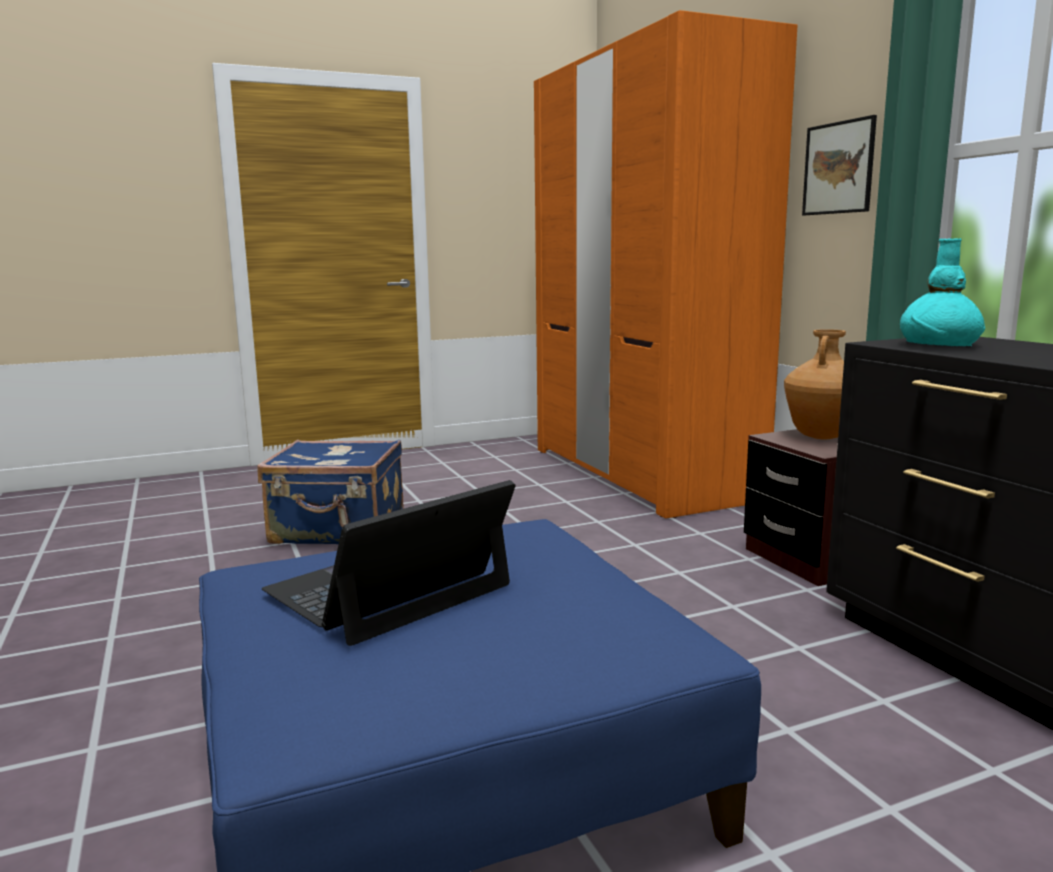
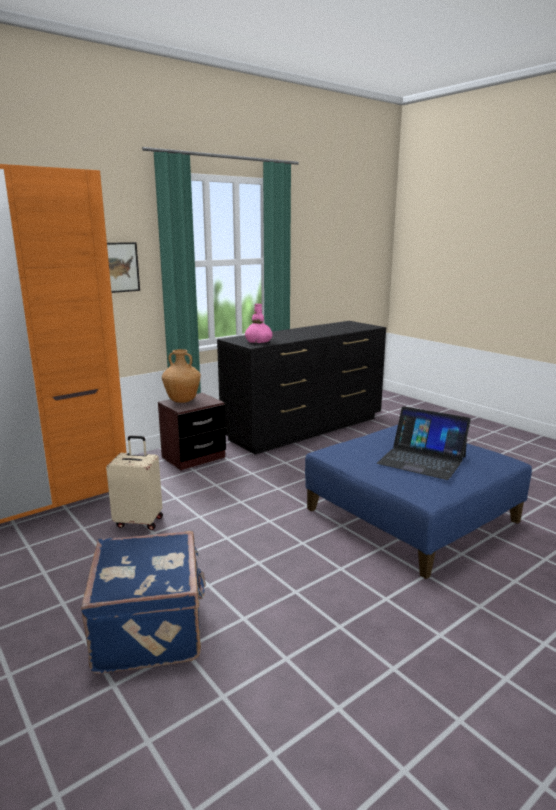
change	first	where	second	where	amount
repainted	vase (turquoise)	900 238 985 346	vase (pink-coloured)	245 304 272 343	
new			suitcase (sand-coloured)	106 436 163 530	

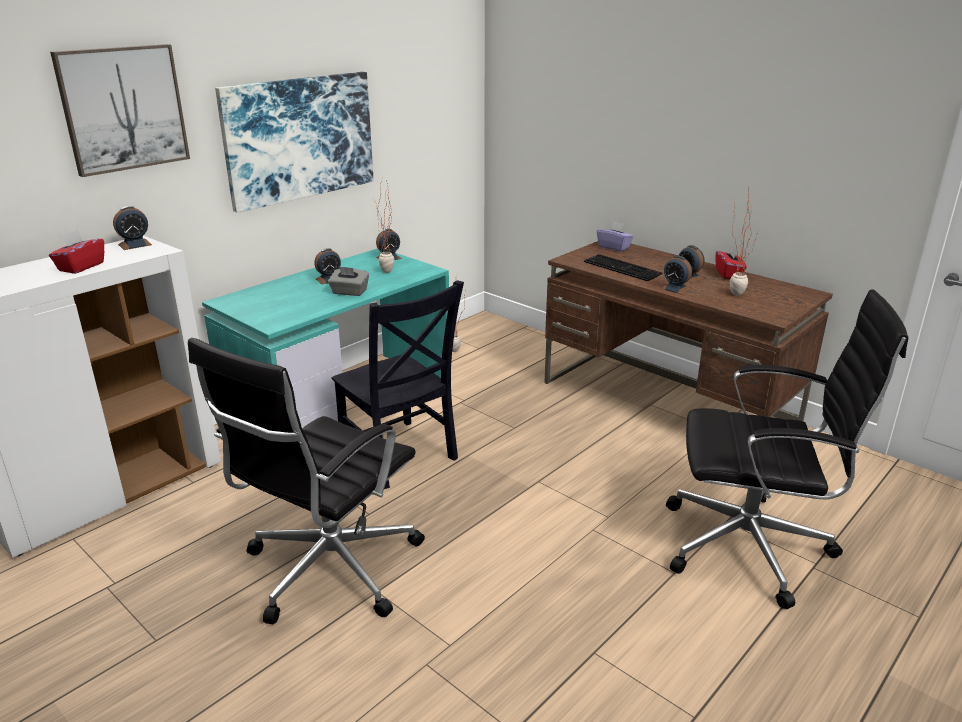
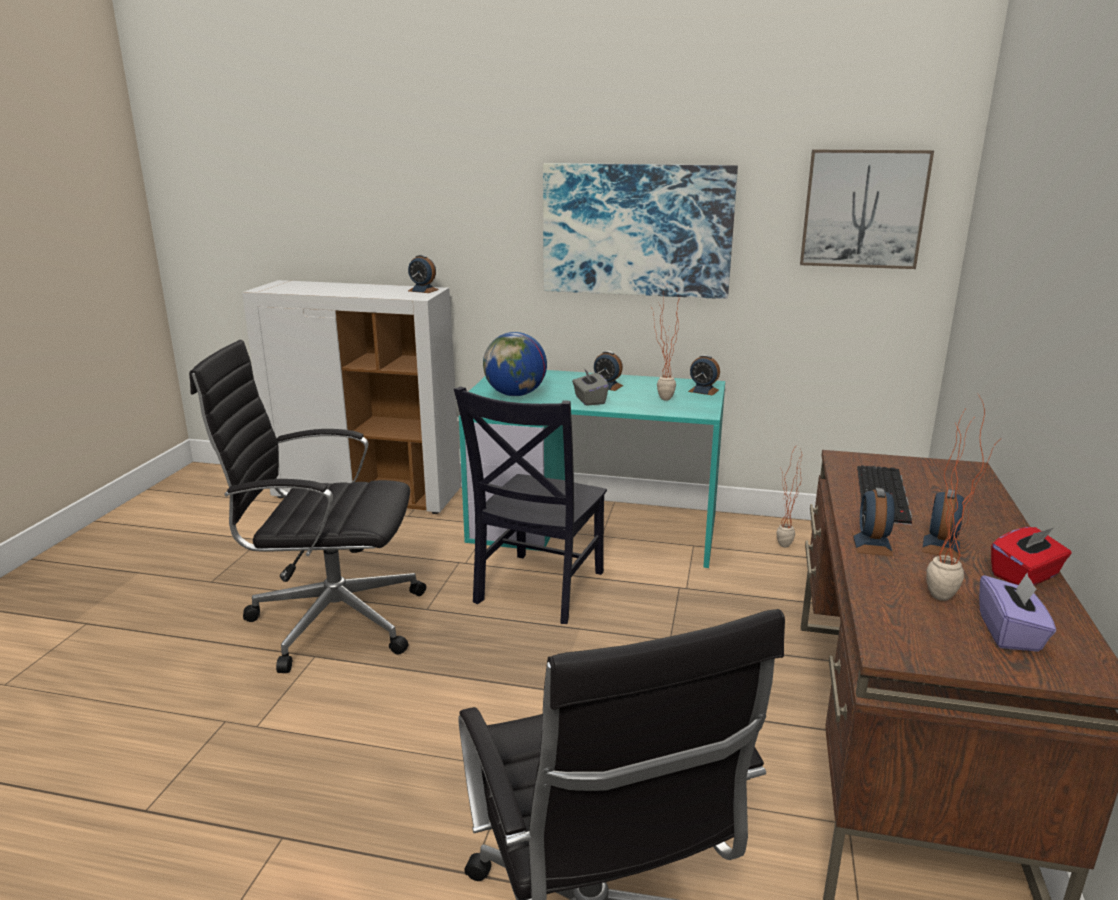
change	first	where	second	where	amount
gone	box of tissues (reddish)	49 229 104 274			
shifted	picture	50 44 190 177		800 150 934 269	
shifted	box of tissues (purple-coloured)	597 221 634 251		979 573 1056 652	
new			desk globe	483 332 547 396	

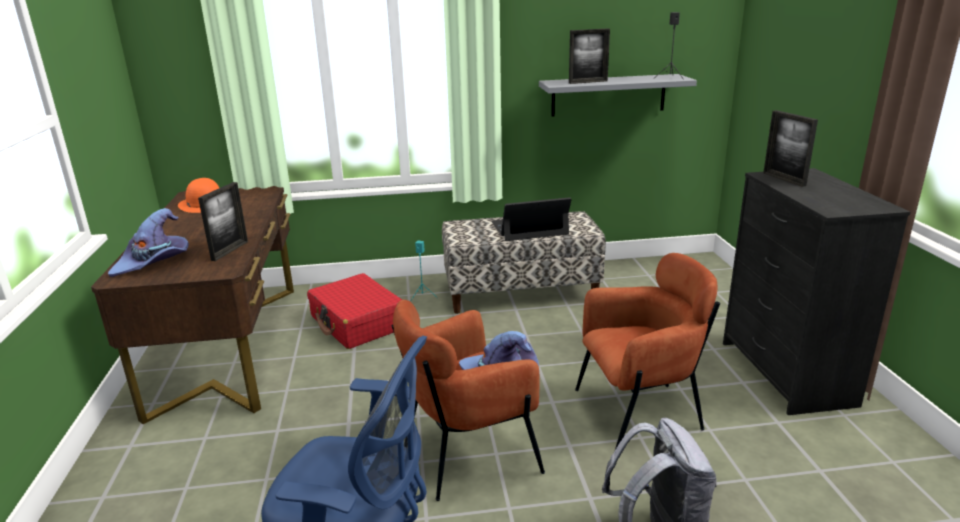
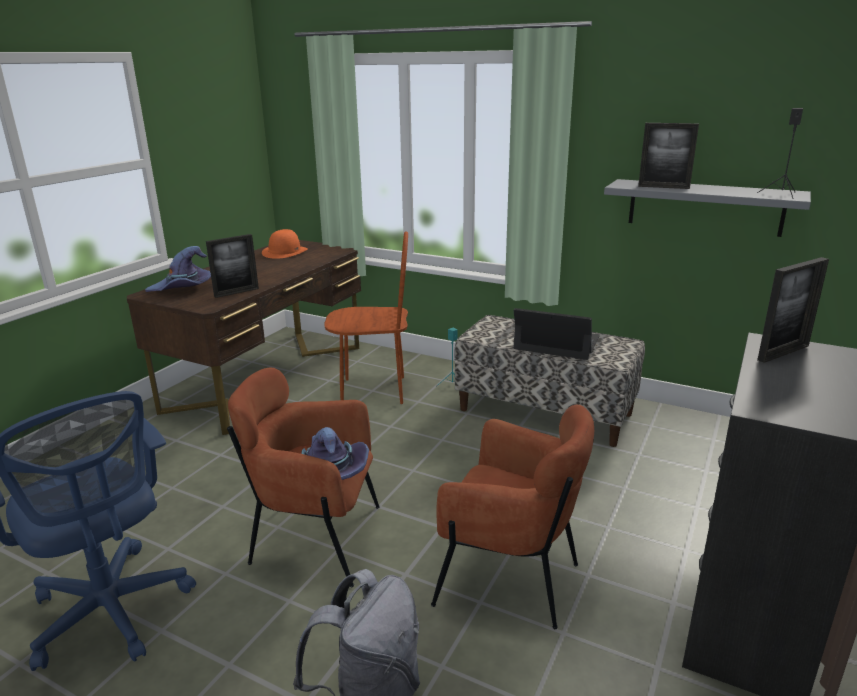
change	first	where	second	where	amount
swapped	suitcase (reddish)	307 273 402 349	upright chair (brown)	324 231 408 404	
rotated	standing frame	763 110 818 187		757 257 829 363	135 degrees counterclockwise

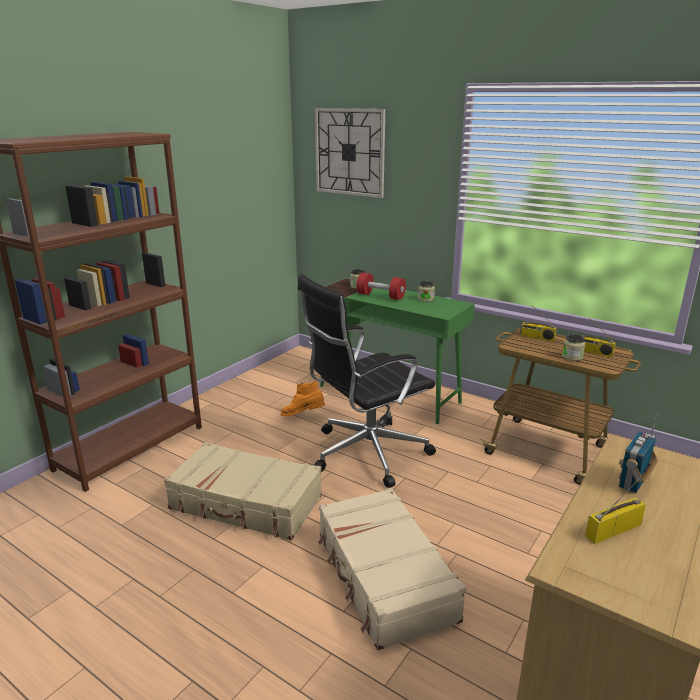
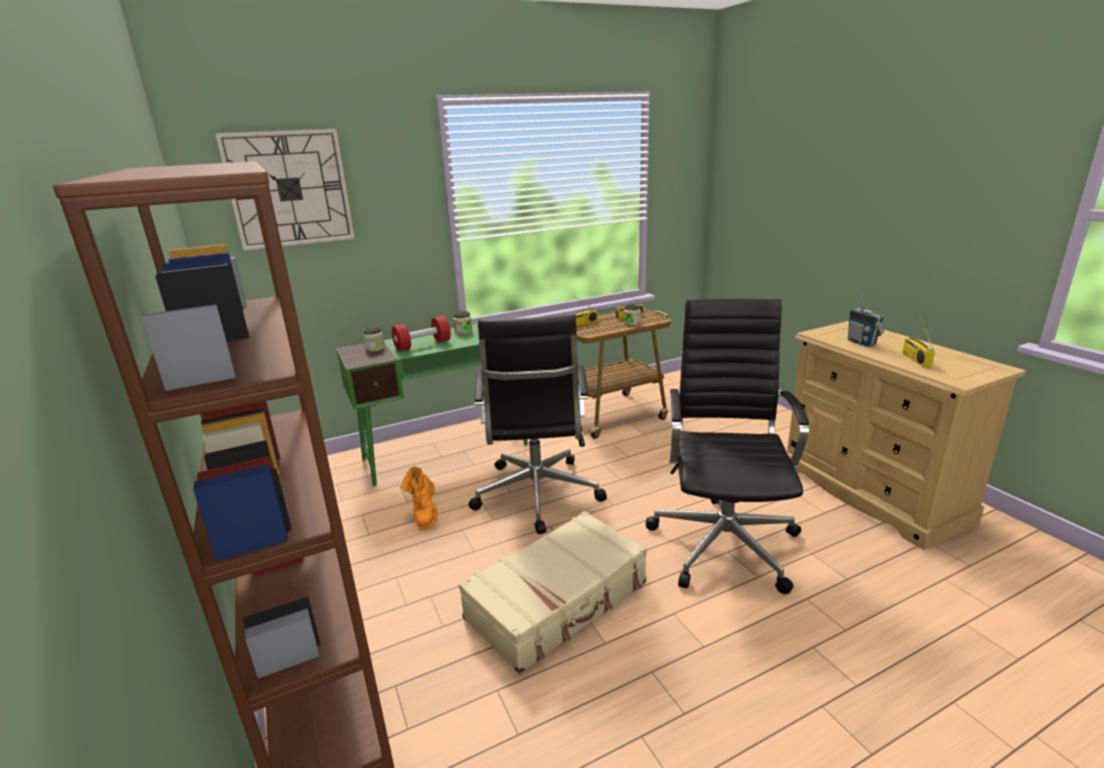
change	first	where	second	where	amount
rotated	tall boot (orange)	281 381 326 416		401 466 437 530	45 degrees counterclockwise
swapped	suitcase (sand-coloured)	318 488 466 650	office chair (black-coloured)	646 299 809 594	

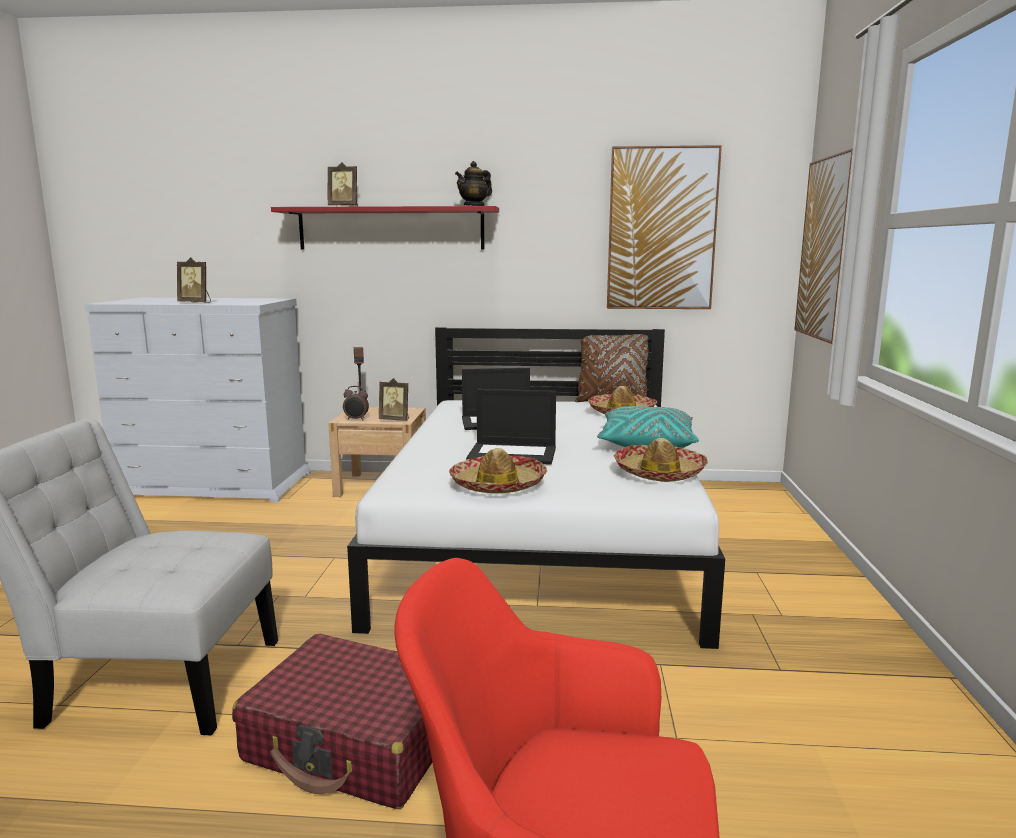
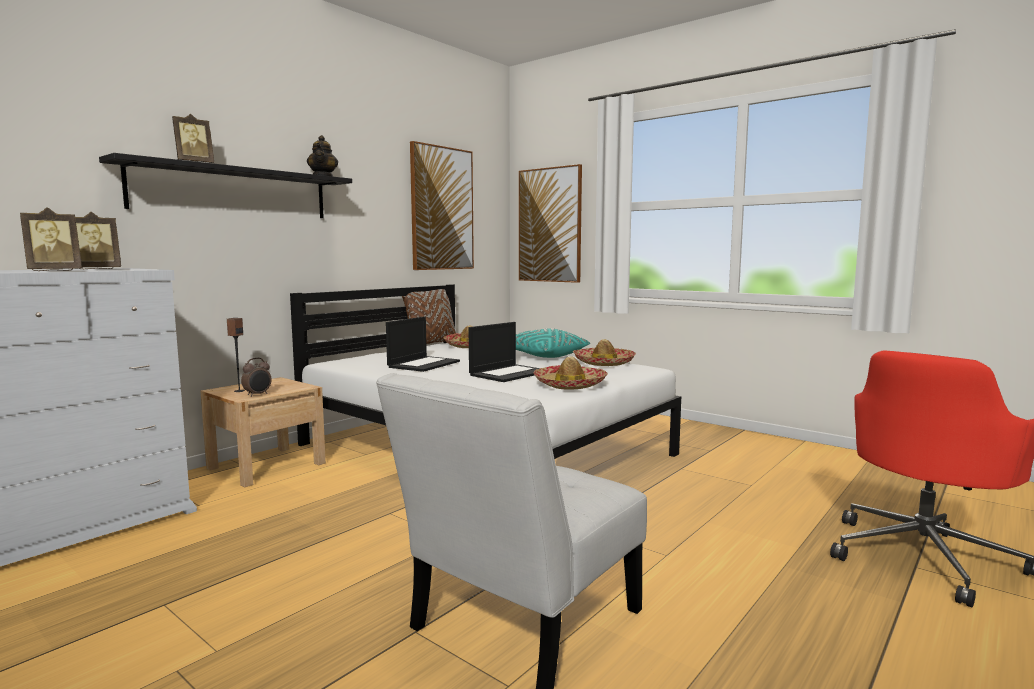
change	first	where	second	where	amount
gone	suitcase (reddish)	232 634 432 809			
repainted	bracket shelf (reddish)	271 206 499 249	bracket shelf (black-coloured)	99 153 352 218	
shifted	standing frame	379 378 409 421		75 212 121 269	

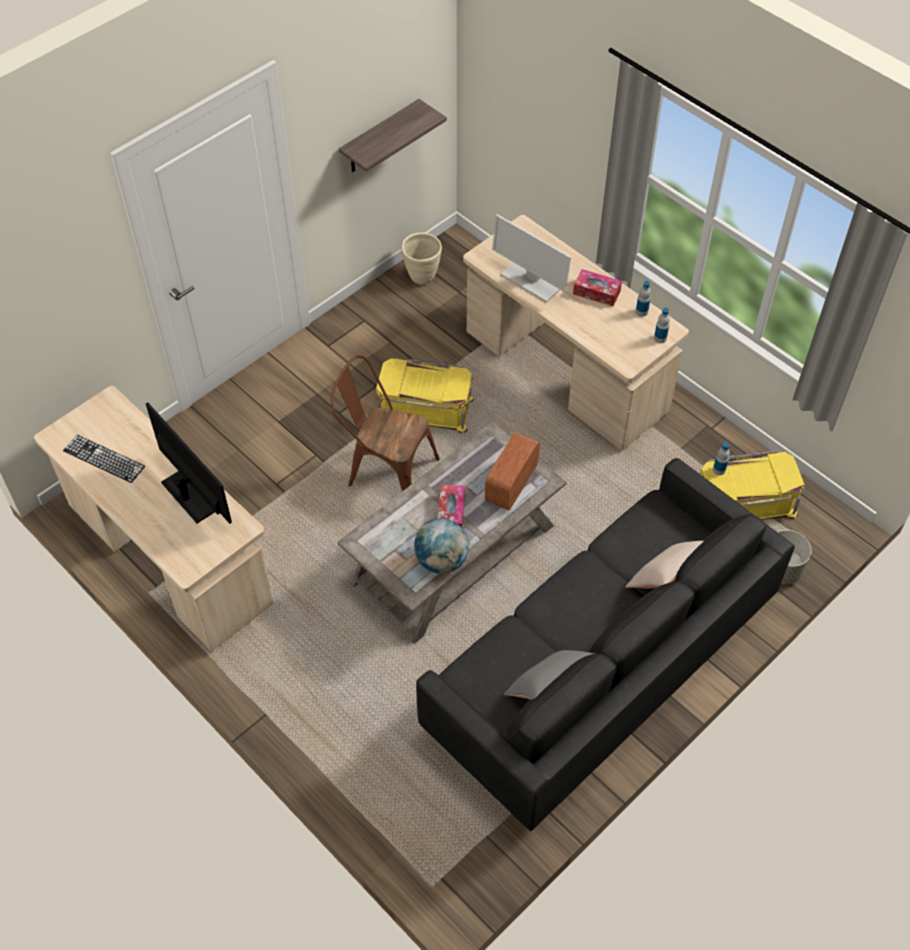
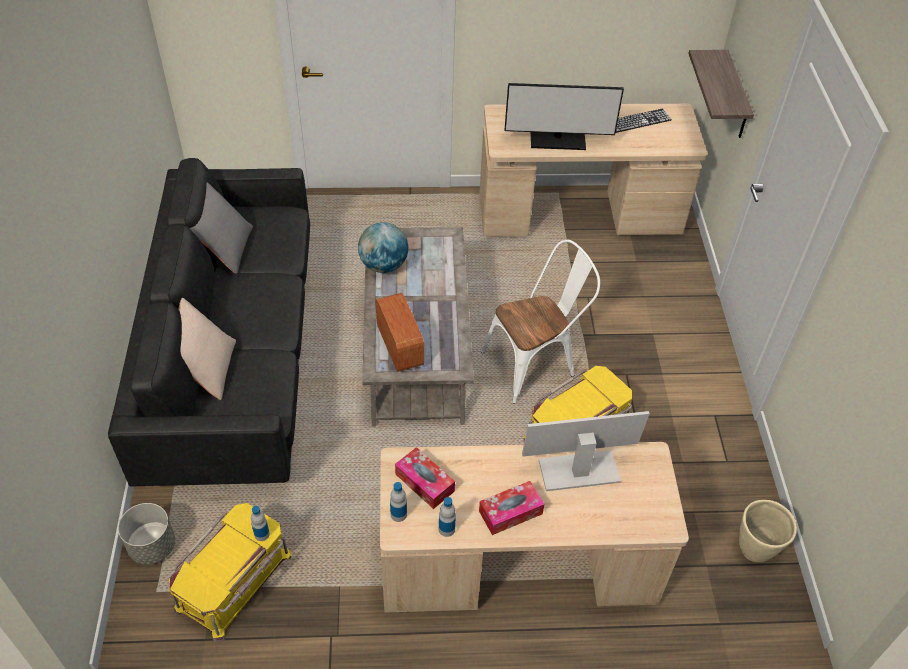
change	first	where	second	where	amount
repainted	upright chair (brown)	331 355 440 491	upright chair (whitish)	481 240 600 404	
shifted	bracket shelf	339 99 447 172		688 50 754 138	
shifted	box of tissues	438 484 465 527		395 447 455 509	

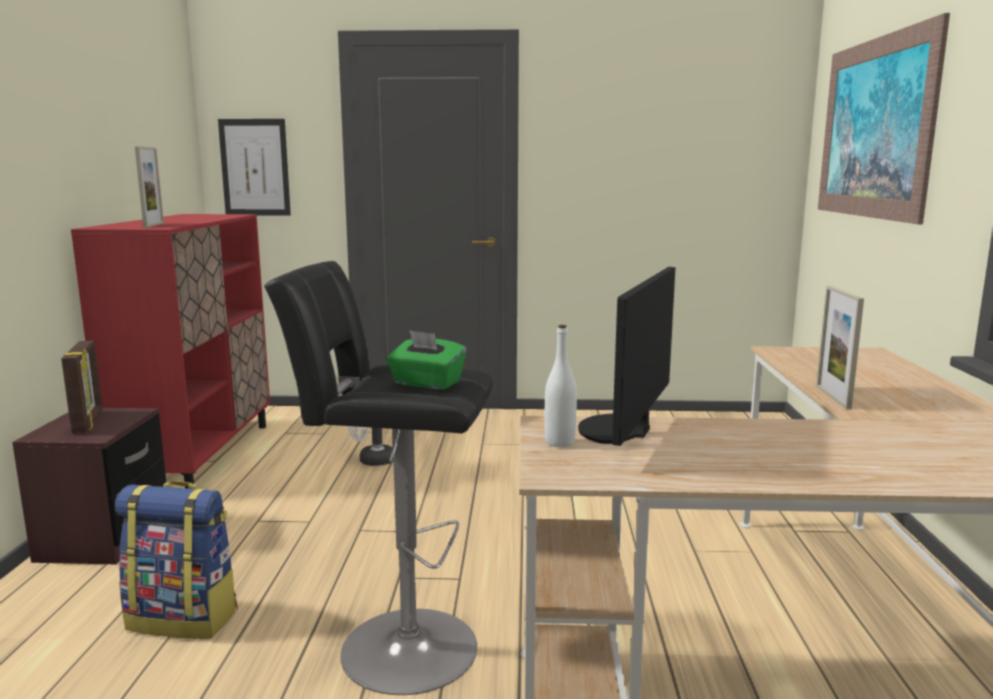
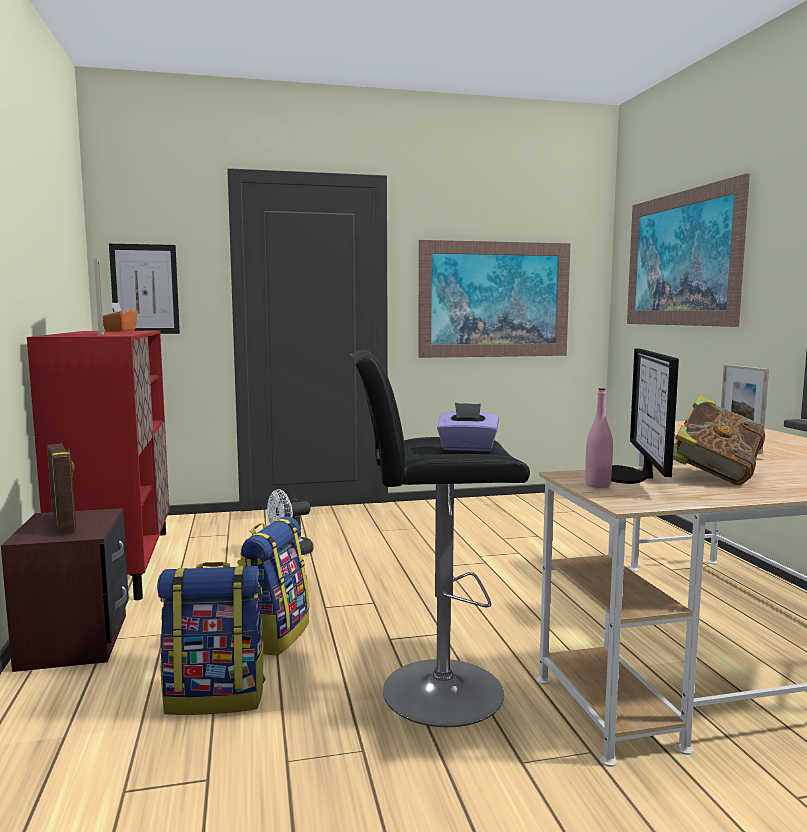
change	first	where	second	where	amount
repainted	box of tissues (green-coloured)	387 330 467 390	box of tissues (purple-coloured)	437 403 499 451	
repainted	beverage bottle (whitish)	545 325 577 447	beverage bottle (pink-coloured)	585 388 613 488	
new			box of tissues (orange)	103 303 137 332	
new			knapsack	237 516 309 656	
new			picture	418 240 570 358	
new			volume	673 395 765 485	

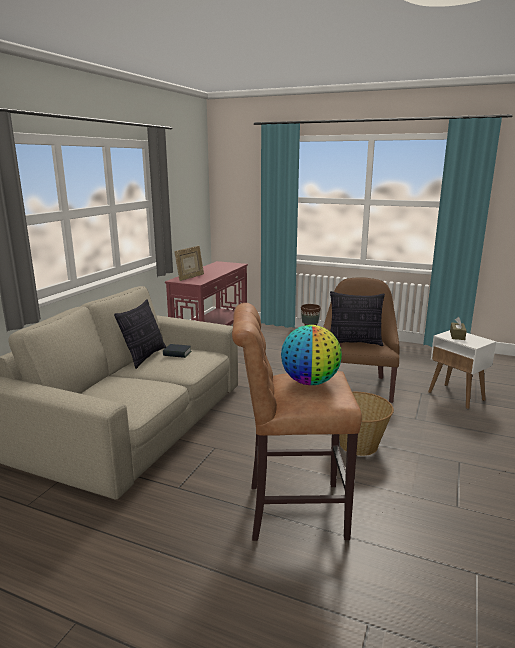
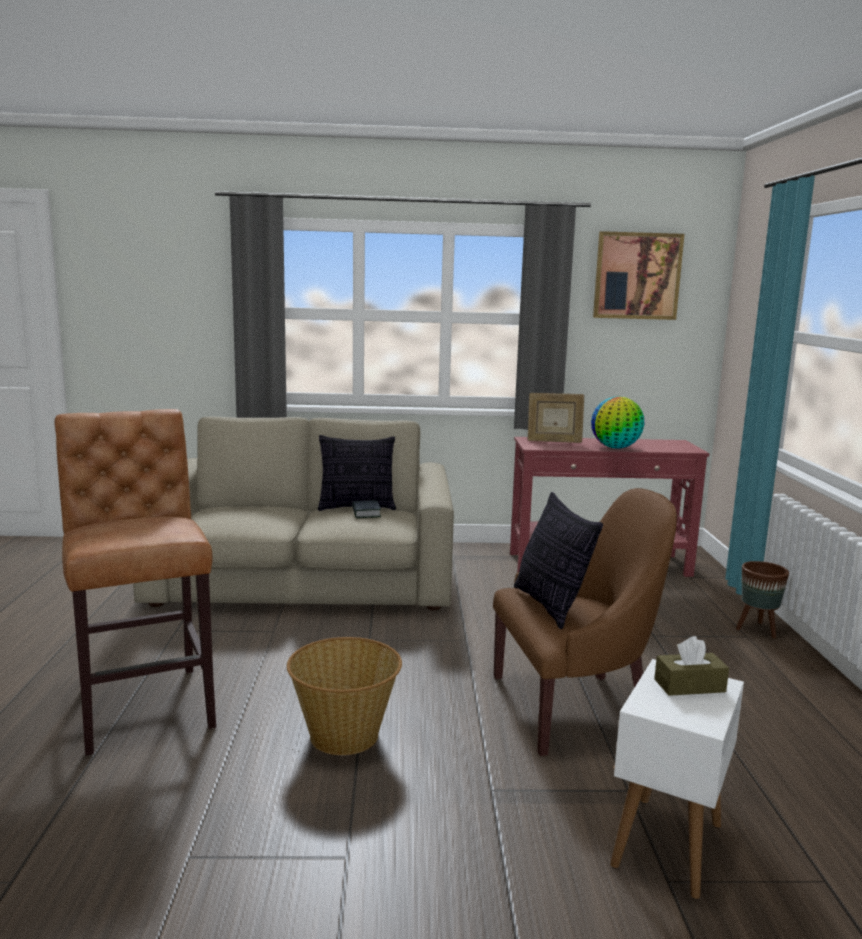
change	first	where	second	where	amount
shifted	desk globe	281 325 342 385		591 397 644 449	
new			picture	593 231 684 320	

